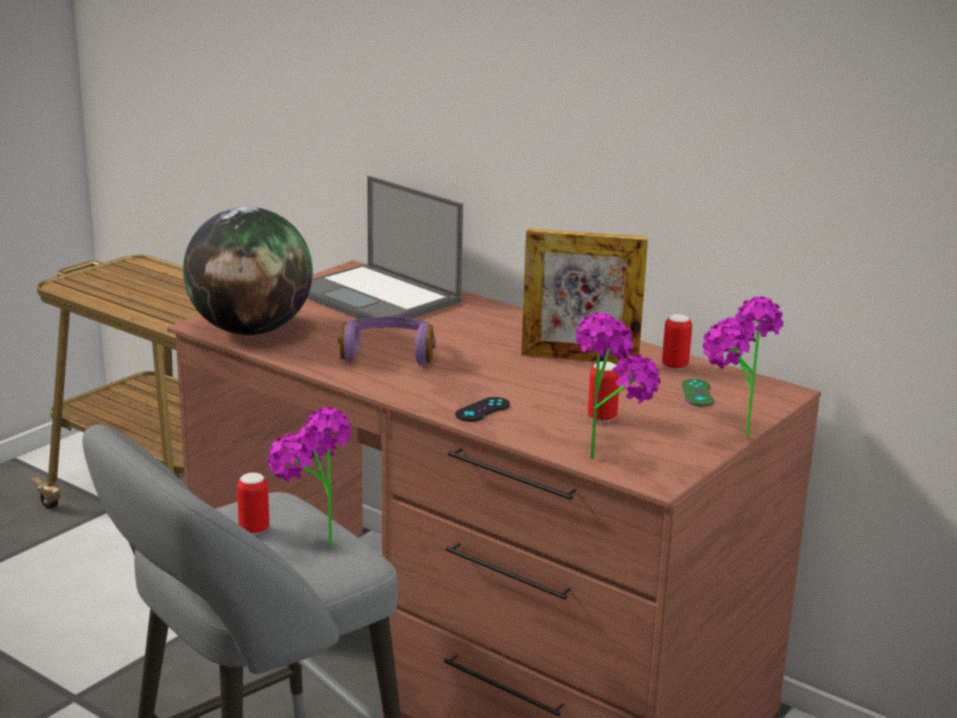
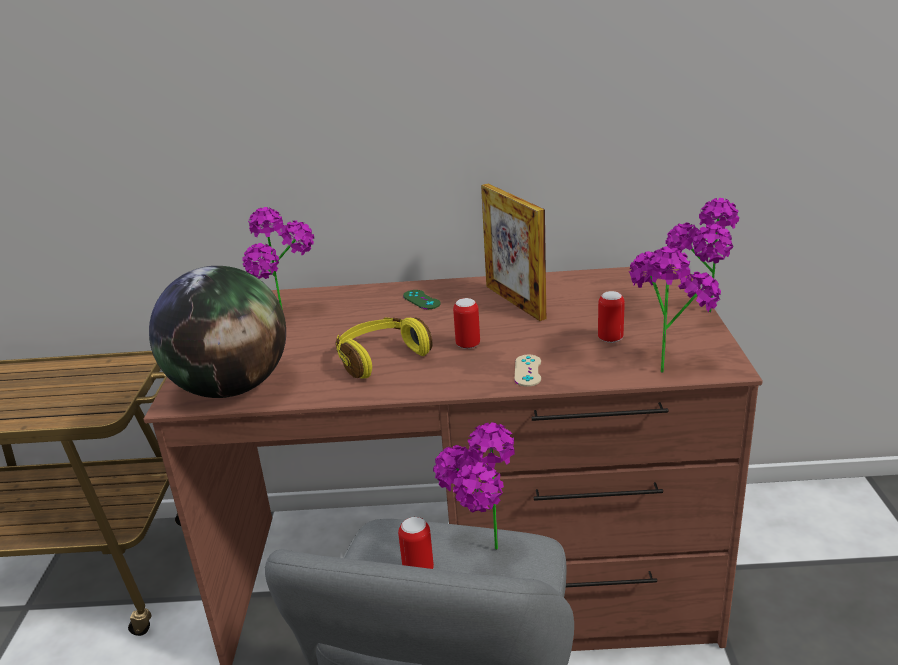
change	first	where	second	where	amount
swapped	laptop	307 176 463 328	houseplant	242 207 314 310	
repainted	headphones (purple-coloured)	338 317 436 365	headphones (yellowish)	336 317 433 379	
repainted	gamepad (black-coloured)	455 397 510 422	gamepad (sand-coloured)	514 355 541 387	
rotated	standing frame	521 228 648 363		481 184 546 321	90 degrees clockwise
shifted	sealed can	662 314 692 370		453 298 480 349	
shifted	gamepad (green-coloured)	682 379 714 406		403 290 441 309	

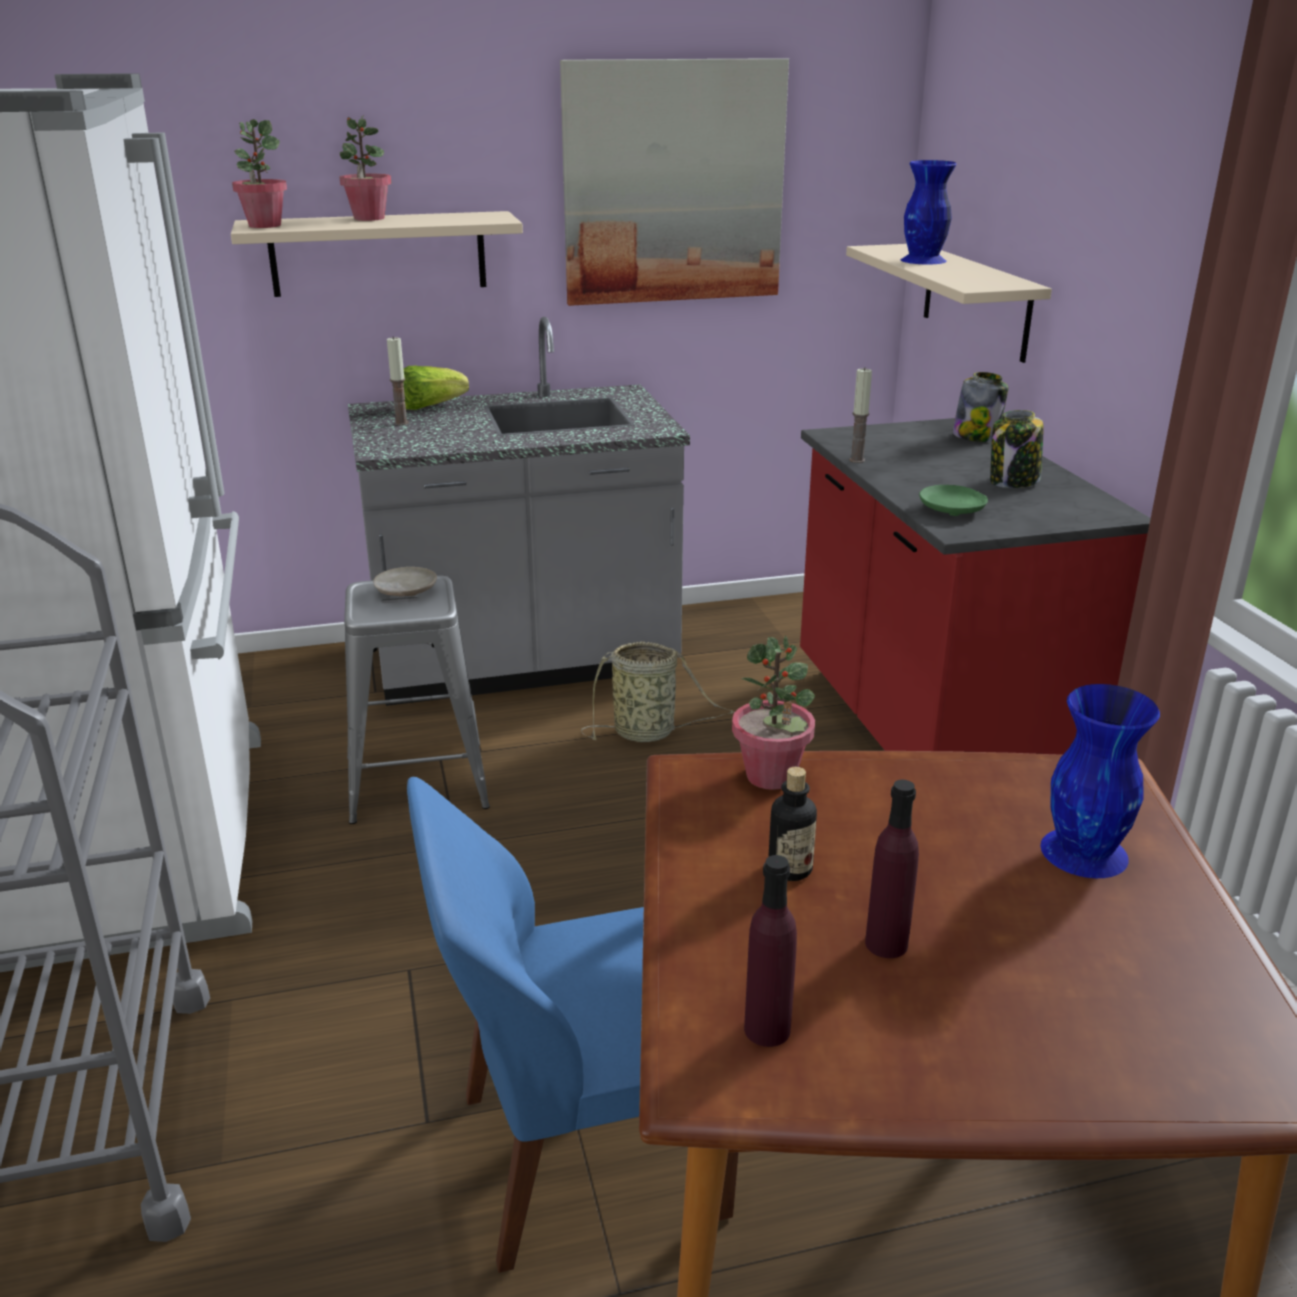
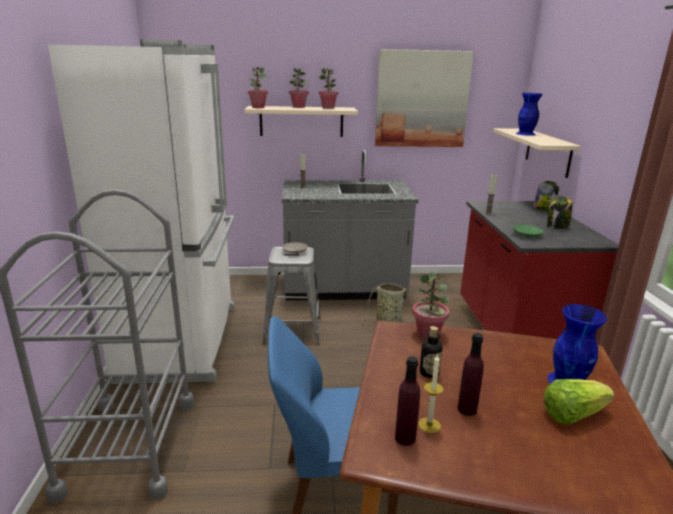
change	first	where	second	where	amount
shifted	lettuce head	403 366 469 410		544 379 615 425	
new			houseplant	319 68 338 109	
new			wax light	418 354 444 433	

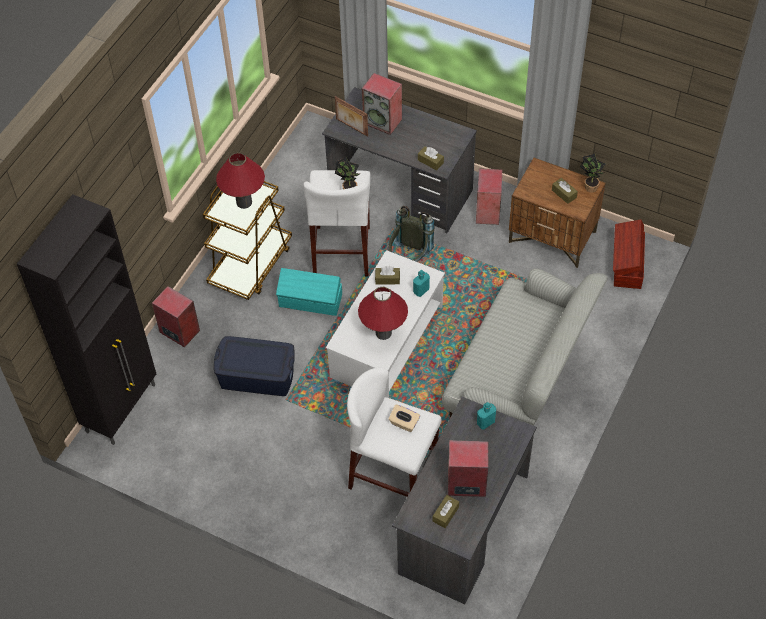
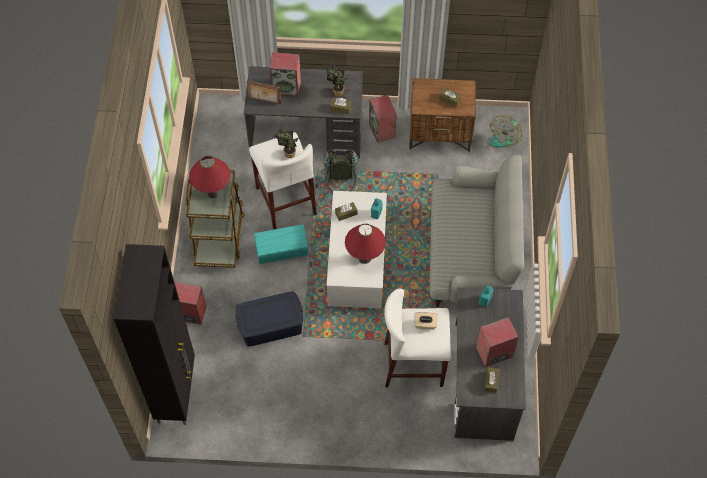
change	first	where	second	where	amount
shifted	houseplant	580 154 606 193		326 65 347 96	
swapped	storage bin (brown)	613 220 645 289	fan	489 115 522 148	

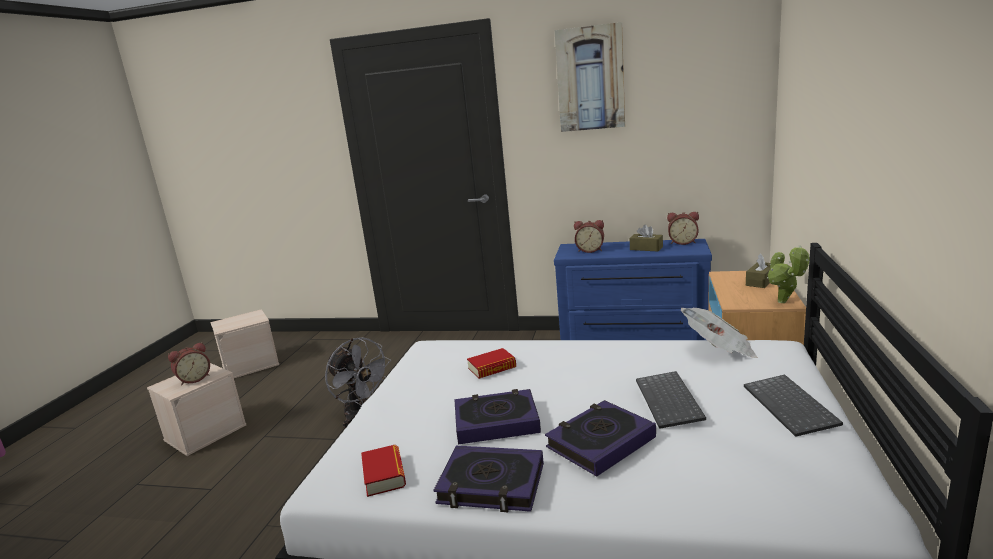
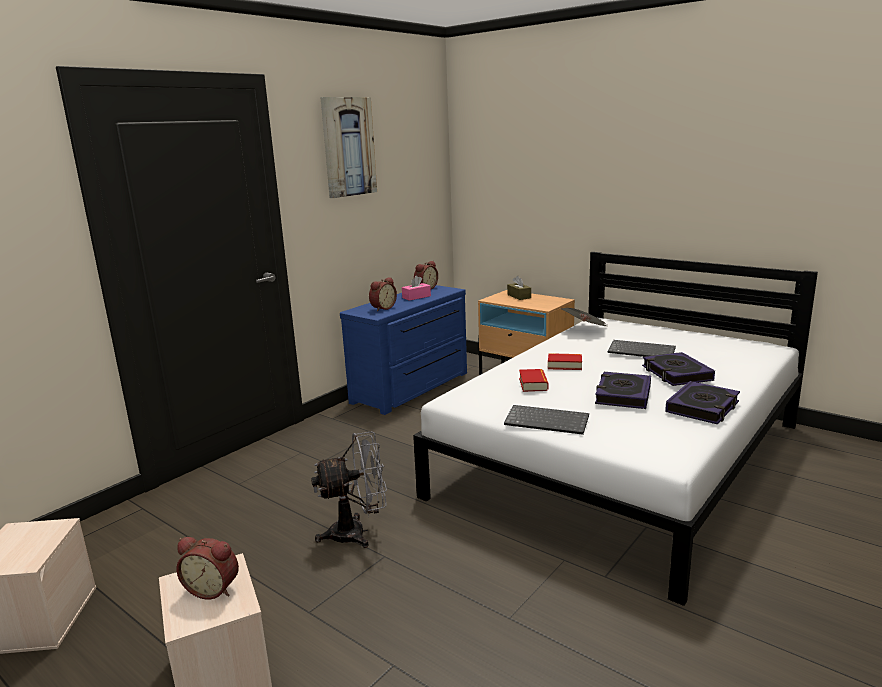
change	first	where	second	where	amount
rotated	alarm clock	168 342 210 386		176 537 239 600	120 degrees clockwise
shifted	volume	361 445 406 497		548 353 582 370	
repainted	box of tissues (brown)	630 225 663 252	box of tissues (pink-coloured)	402 276 431 301	
shifted	keyboard	744 374 843 437		504 405 589 435	
gone	houseplant	767 246 810 303			

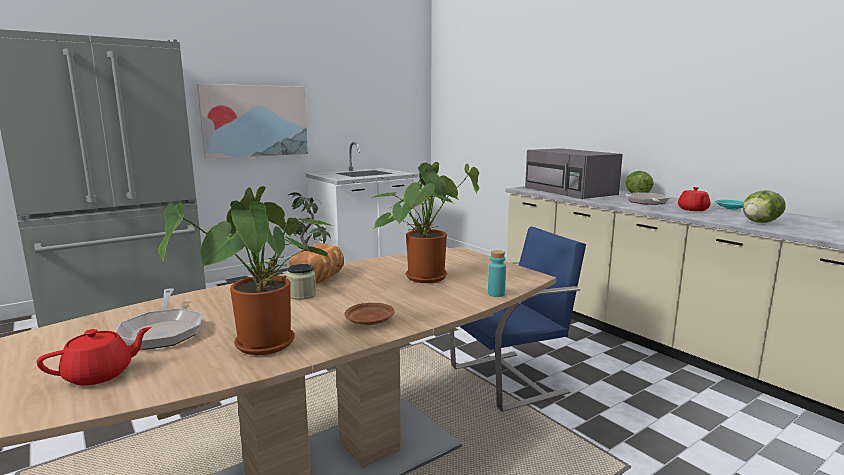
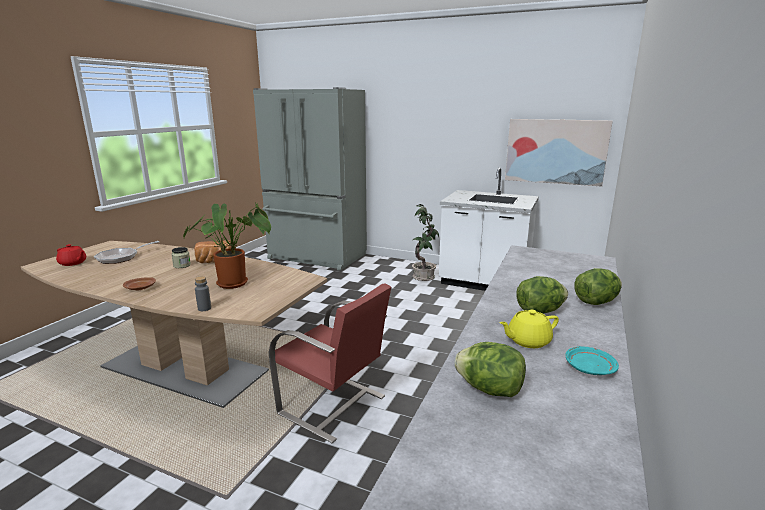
change	first	where	second	where	amount
gone	houseplant	158 186 334 355			
shifted	picture	197 84 308 159		505 119 612 187	
repainted	upright chair (bluish)	449 227 586 412	upright chair (reddish)	269 283 391 443	
repainted	beverage bottle (turquoise)	488 250 506 297	beverage bottle (gray)	195 276 211 311	
gone	kitchen microwave (gray)	525 148 623 199			
swapped	frying pan	626 192 670 205	lettuce head	516 276 568 314	
repainted	tea pot (reddish)	678 187 711 211	tea pot (yellowish)	499 310 559 348	

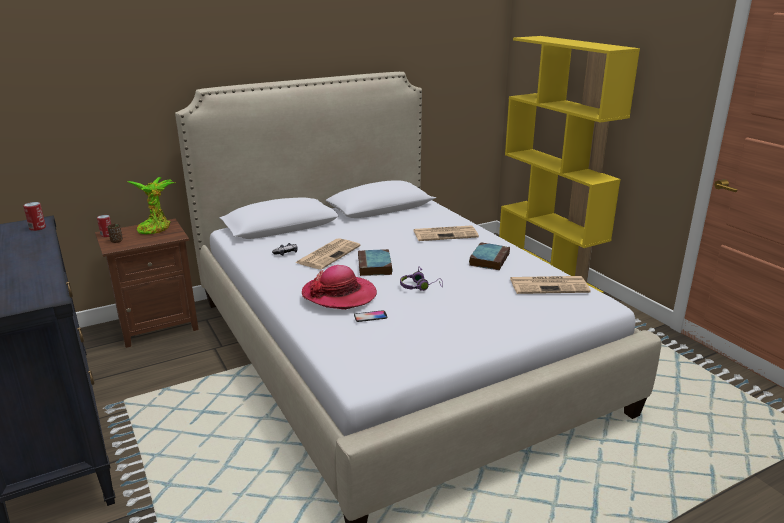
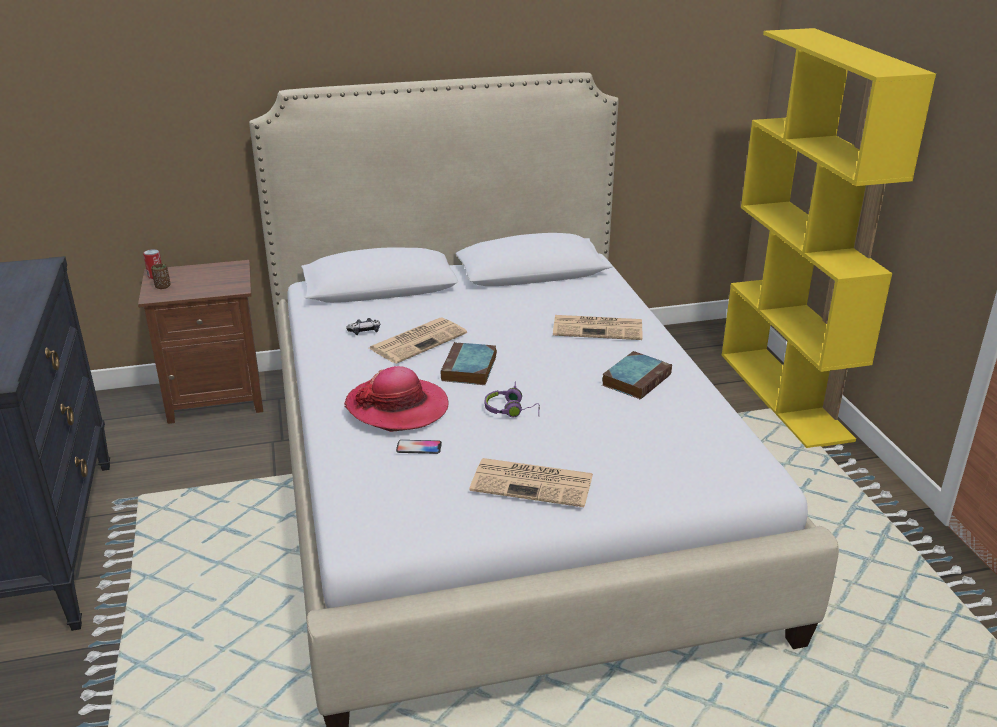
change	first	where	second	where	amount
gone	sealed can	23 202 46 231			
gone	houseplant	127 177 175 234			
shifted	daily paper	510 276 591 294		469 458 593 507	

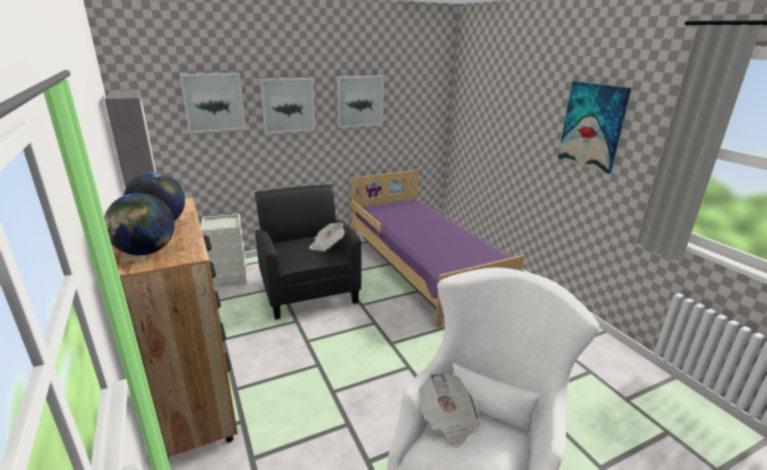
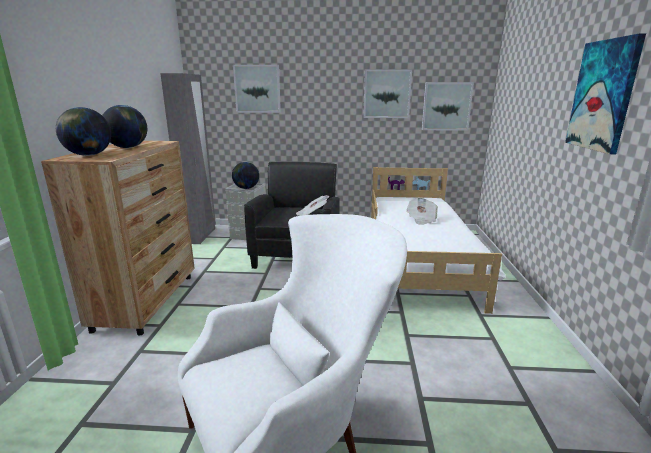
change	first	where	second	where	amount
shifted	picture	260 78 316 134		422 82 474 131	
repainted	sleeping bed (purple-coloured)	351 169 524 328	sleeping bed (whitish)	371 167 506 314	
shifted	daily paper	419 371 480 448		406 197 438 225	
new			desk globe	232 162 259 189	

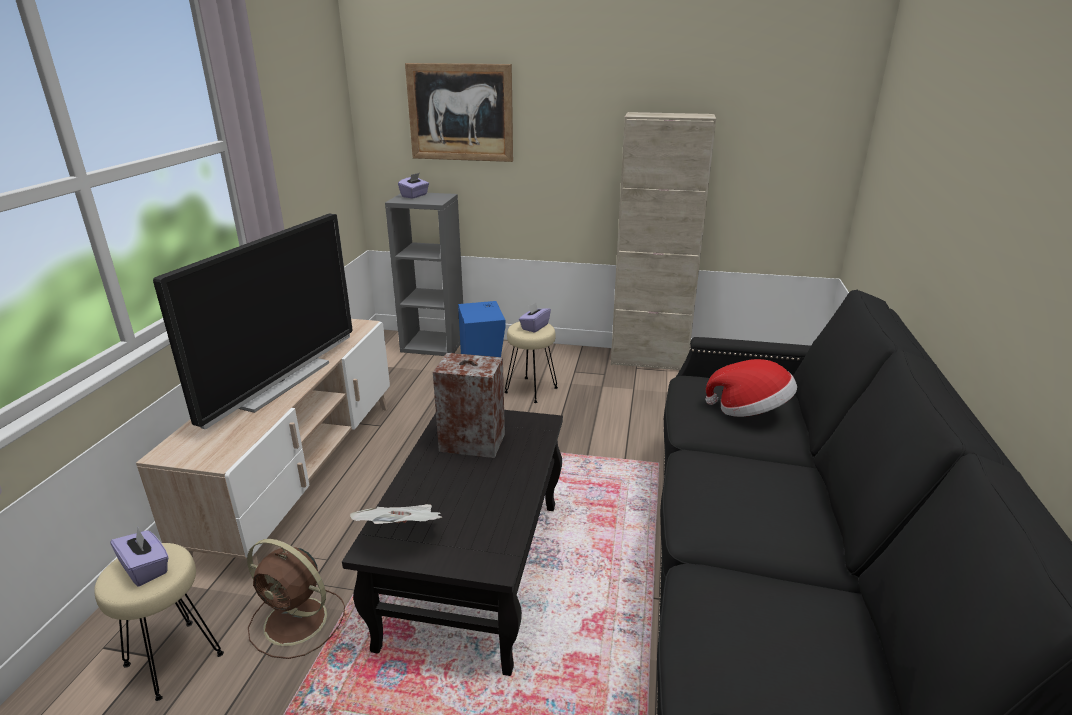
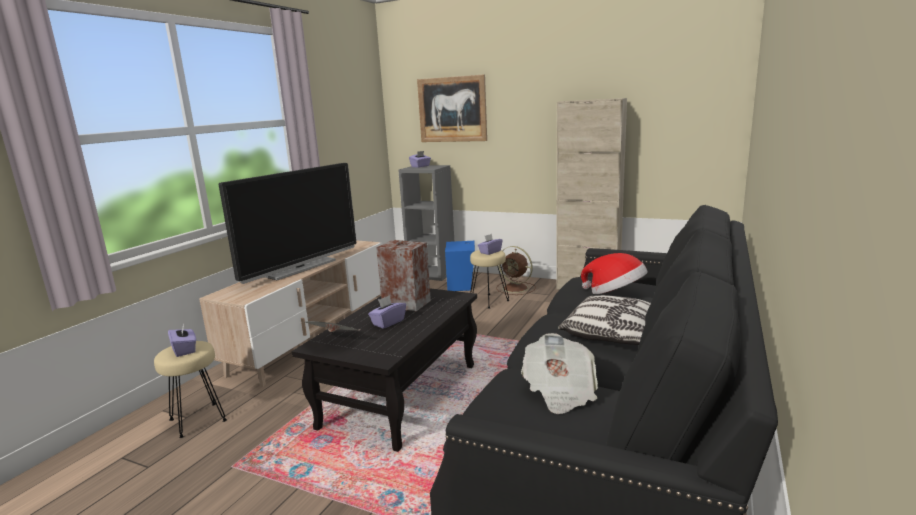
change	first	where	second	where	amount
shifted	fan (brown)	247 539 345 659		496 246 536 295	
new			box of tissues (purple-coloured)	368 295 406 329	
new			daily paper	521 333 598 414	
new			cushion	558 295 651 345	

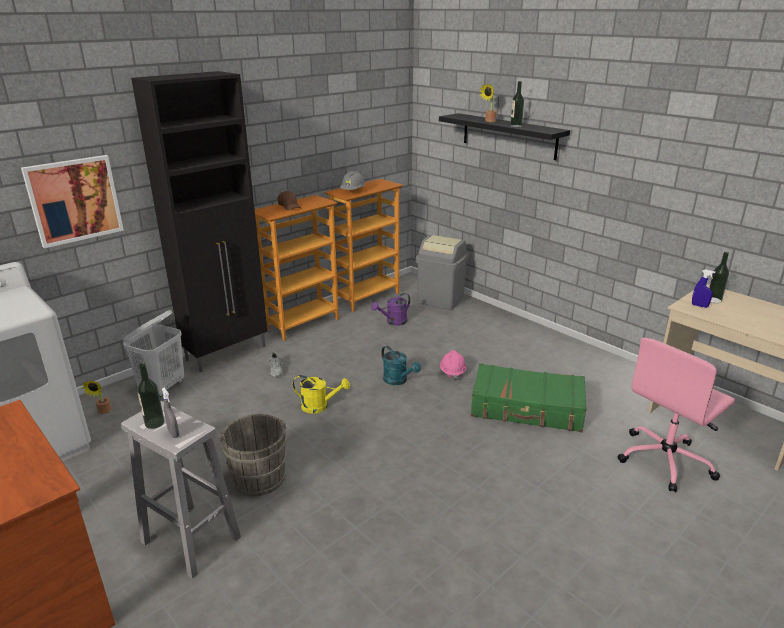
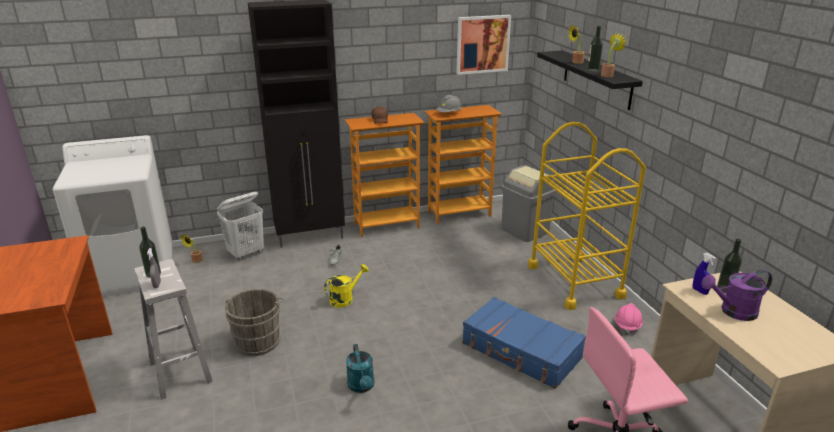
change	first	where	second	where	amount
shifted	picture	21 155 124 248		456 15 511 75	
rotated	watering pot (yellowish)	293 375 350 414		324 264 369 308	75 degrees counterclockwise
shifted	watering pot (purple-coloured)	371 293 410 326		701 269 772 321	
shifted	watering pot (turquoise)	381 346 421 385		346 344 374 393	
shifted	hard hat (pink-coloured)	440 350 466 381		615 303 643 335	
repainted	suitcase (green-coloured)	471 363 587 432	suitcase (bluish)	462 297 586 389	
new			wheeled cart (yellowish)	528 122 646 310	
new			houseplant	601 33 626 77	

